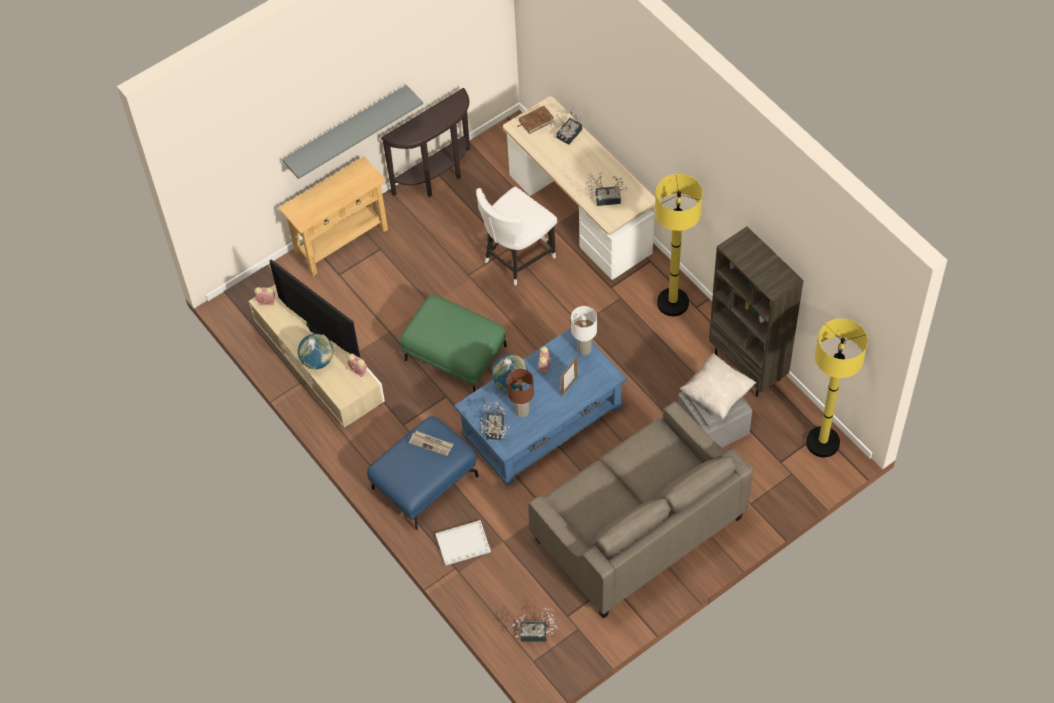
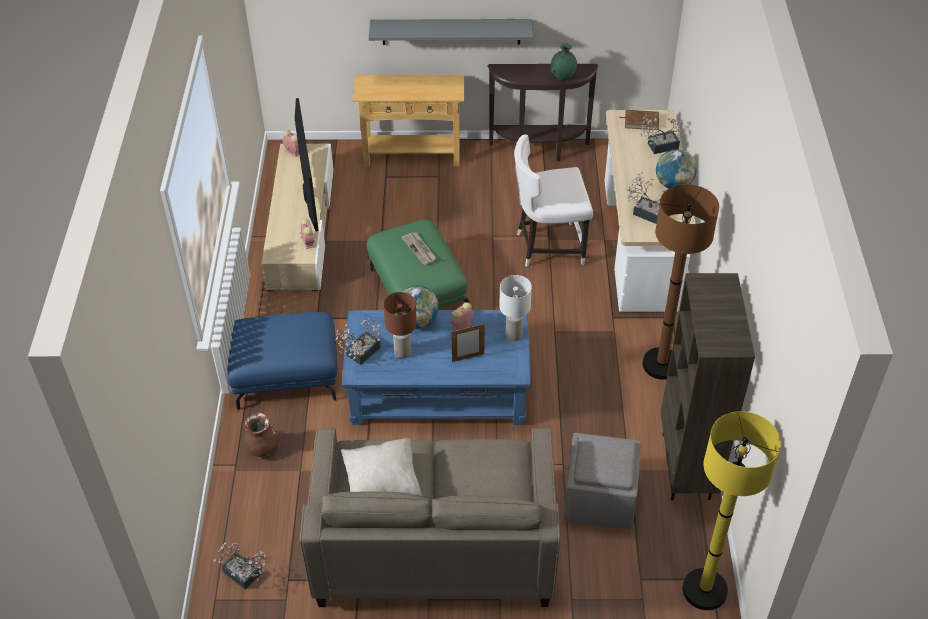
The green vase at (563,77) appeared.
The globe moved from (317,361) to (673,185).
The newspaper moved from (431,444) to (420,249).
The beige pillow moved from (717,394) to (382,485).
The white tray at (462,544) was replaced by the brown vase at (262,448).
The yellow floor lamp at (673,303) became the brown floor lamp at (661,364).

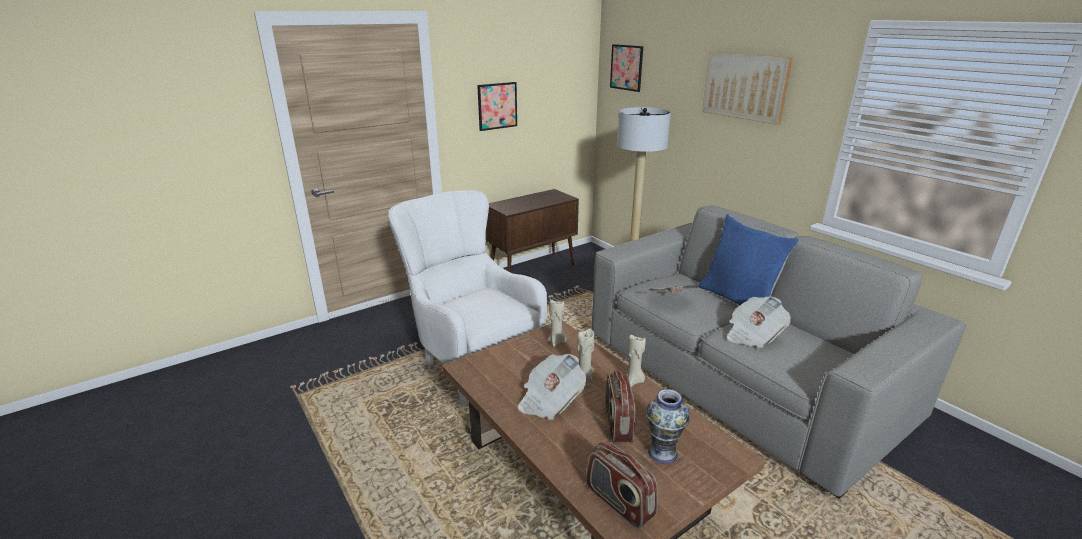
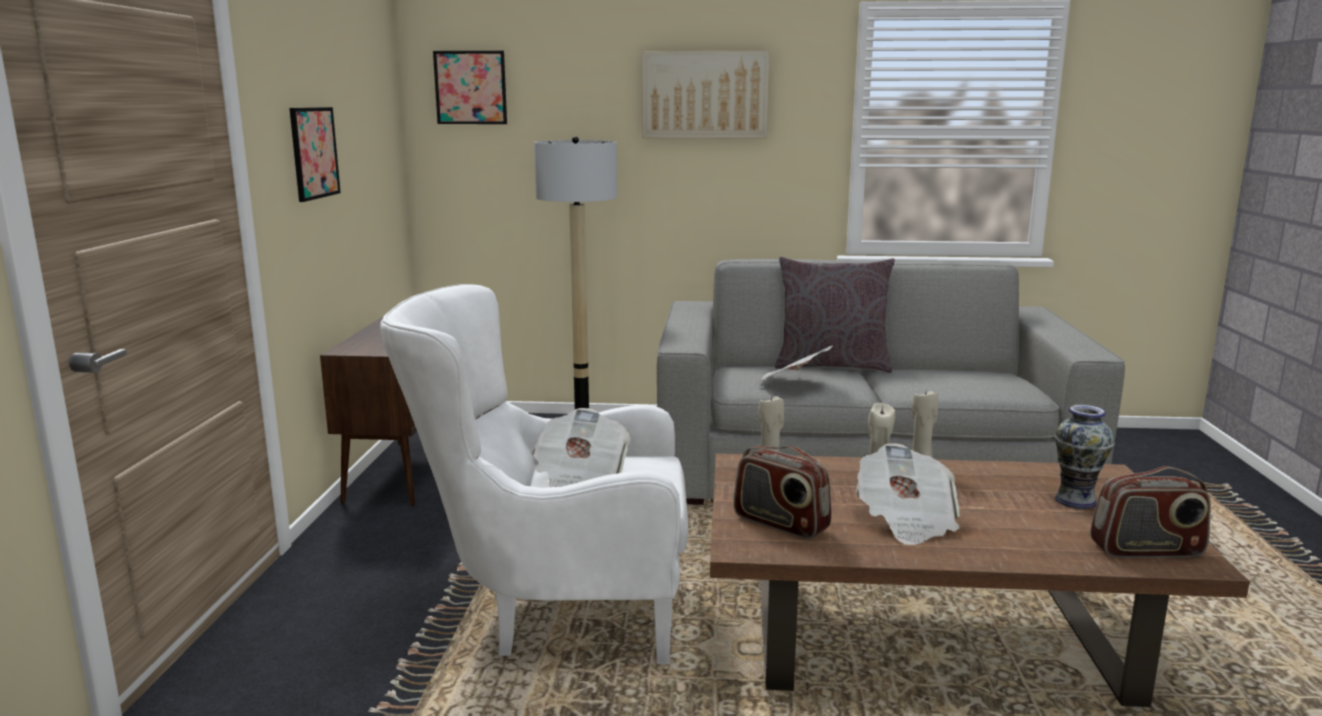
The radio moved from (617,423) to (780,523).
The newspaper moved from (753,335) to (580,479).
The blue pillow at (738,299) became the grey pillow at (832,365).

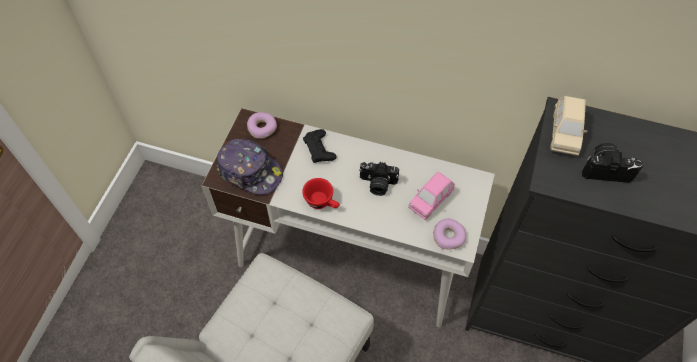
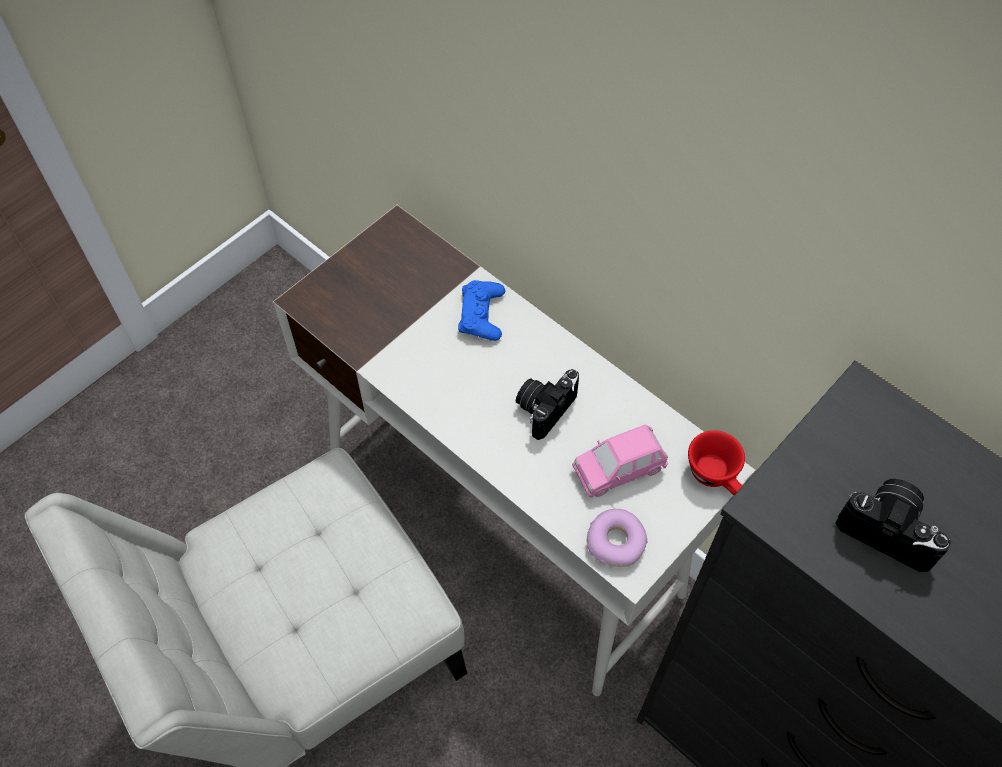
The cap at (250,171) disappeared.
The donut at (262,128) disappeared.
The beige toy car at (564,133) disappeared.
The red cup moved from (322,202) to (716,477).
The black game controller at (319,149) became the blue game controller at (482,314).
The photo camera at (377,184) turned 90 degrees clockwise.

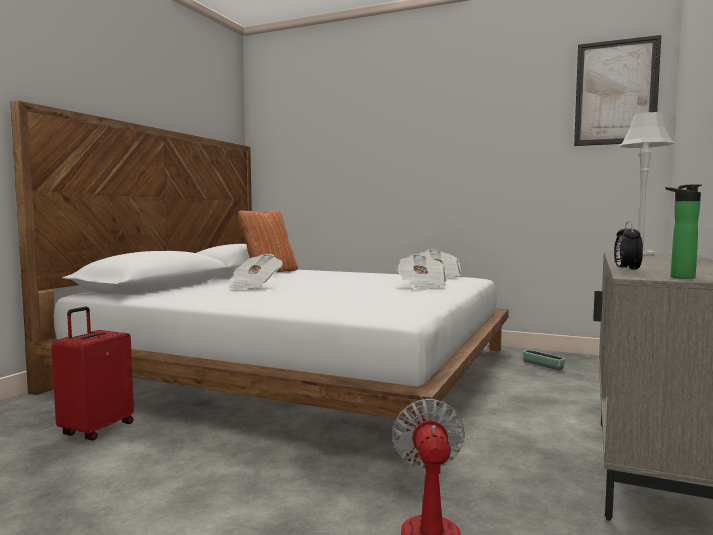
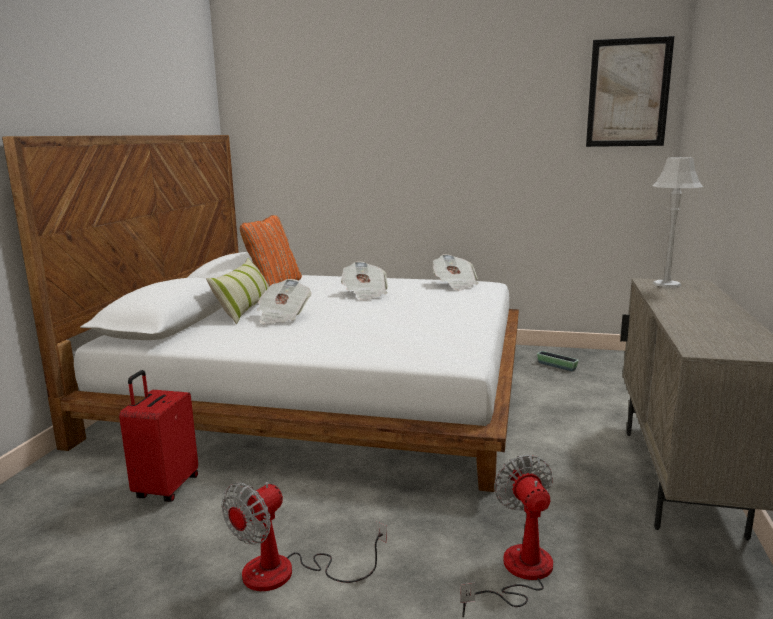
The alarm clock at (626,271) disappeared.
The bottle at (678,277) disappeared.
The pillow at (245,309) appeared.
The fan at (287,573) appeared.
The newspaper moved from (422,286) to (365,294).

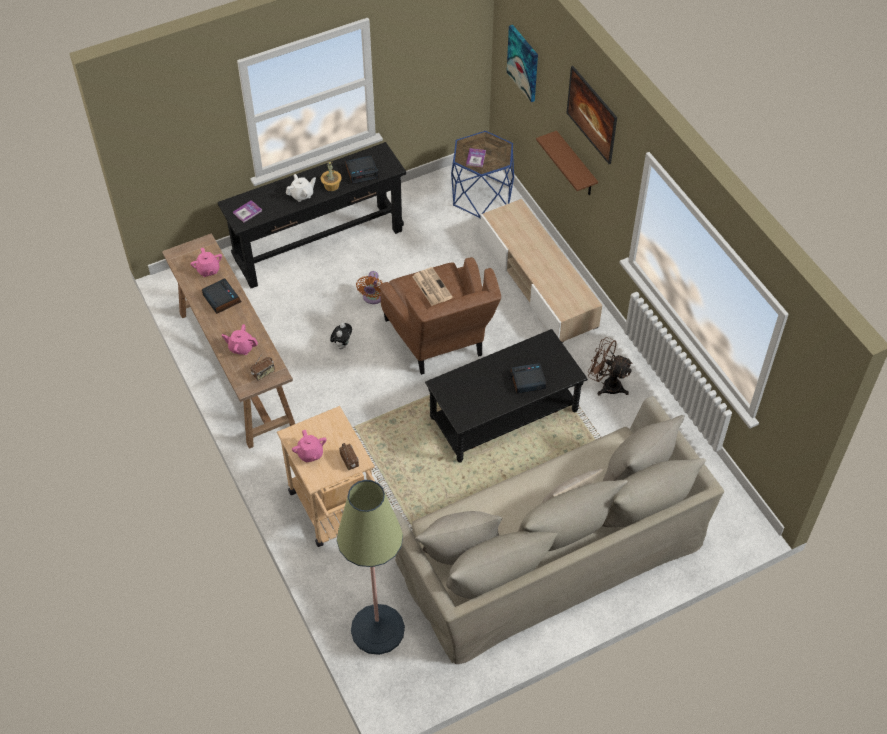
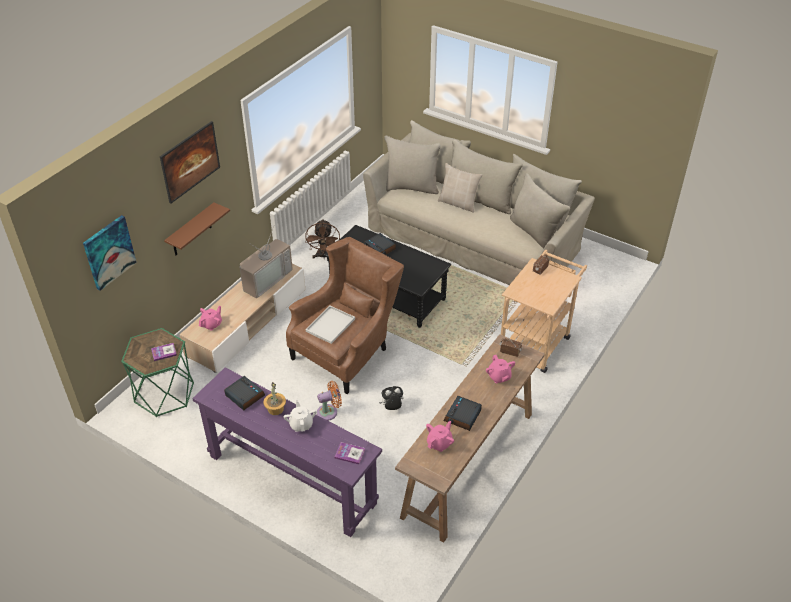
The floor lamp at (377,629) disappeared.
The television at (265,278) appeared.
The pink teapot moved from (310,454) to (212,324).
The newspaper at (431,286) was replaced by the white tray at (330,326).
The black console table at (319,245) became the purple console table at (292,479).
The blue side table at (481,196) became the green side table at (164,393).
The white teapot at (302,195) turned 45 degrees clockwise.

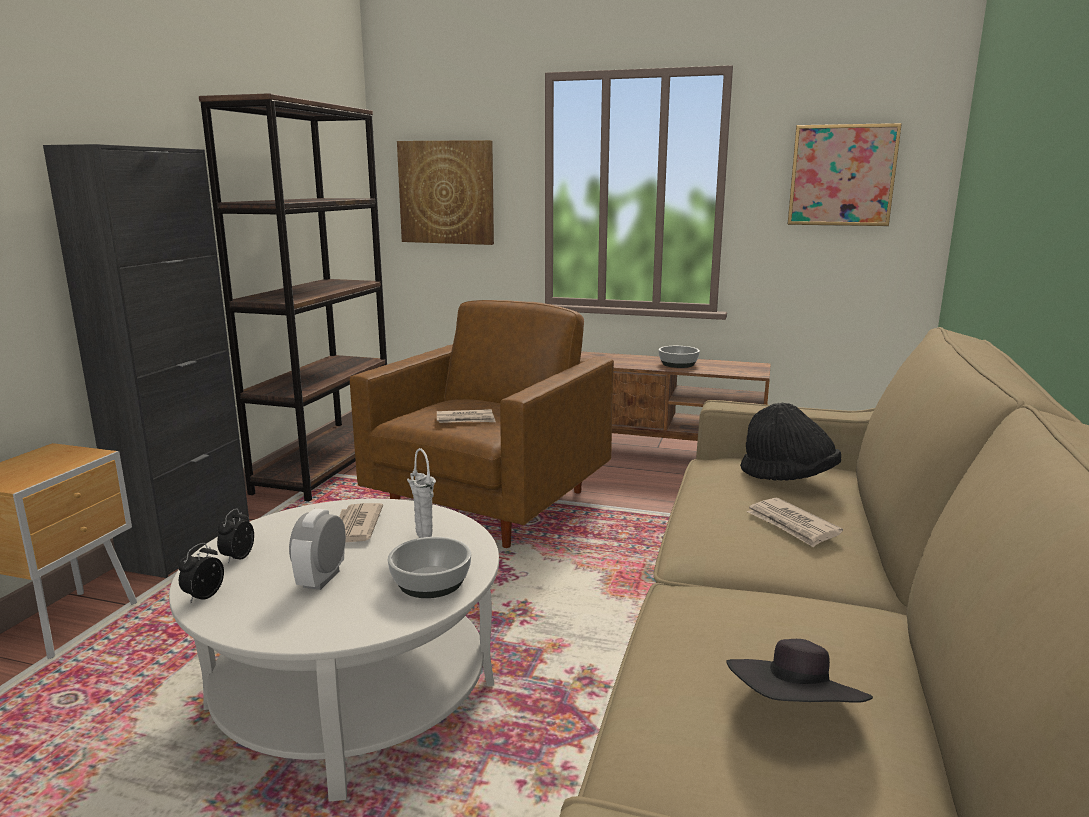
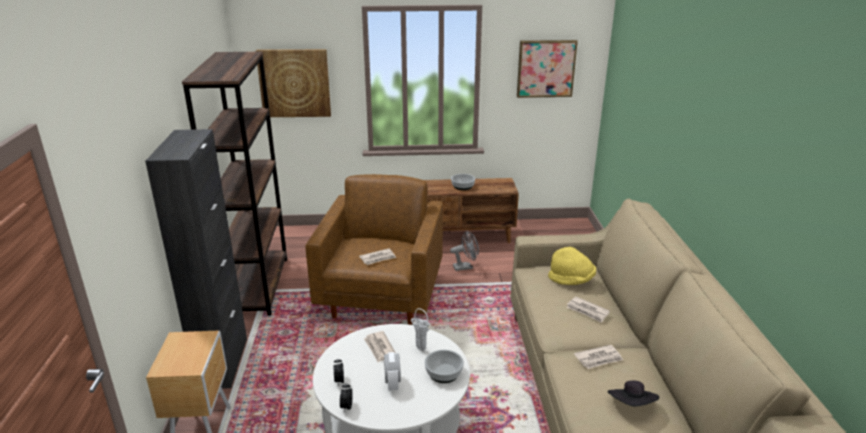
The grey fan at (465,267) appeared.
The newspaper at (599,359) appeared.
The black hat at (788,479) became the yellow hat at (571,280).

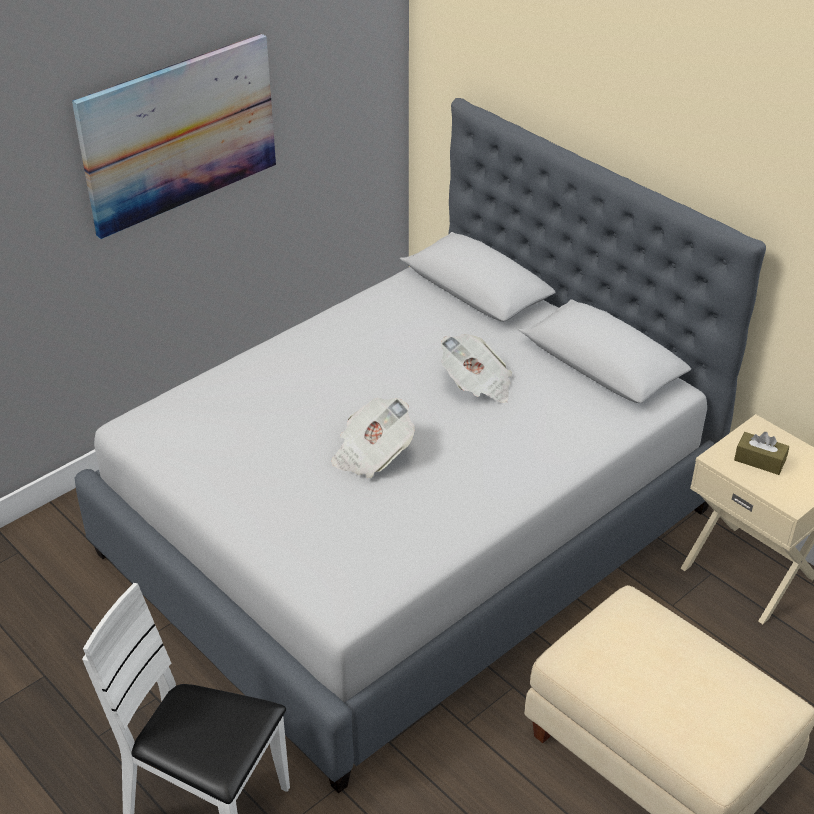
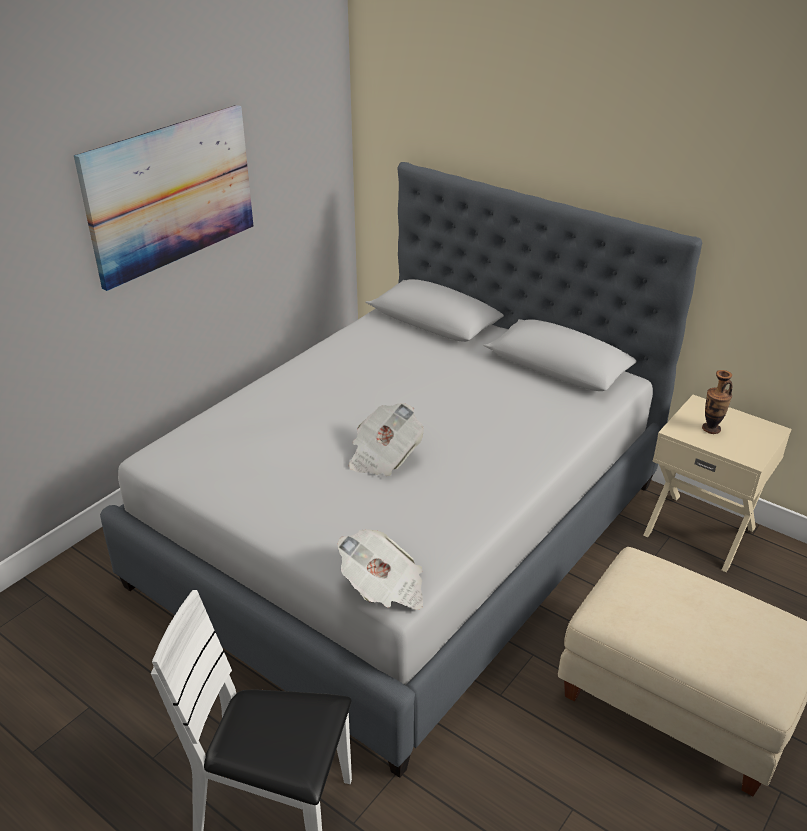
The newspaper moved from (477,385) to (384,588).
The brown tissue box at (759,460) was replaced by the vase at (711,429).

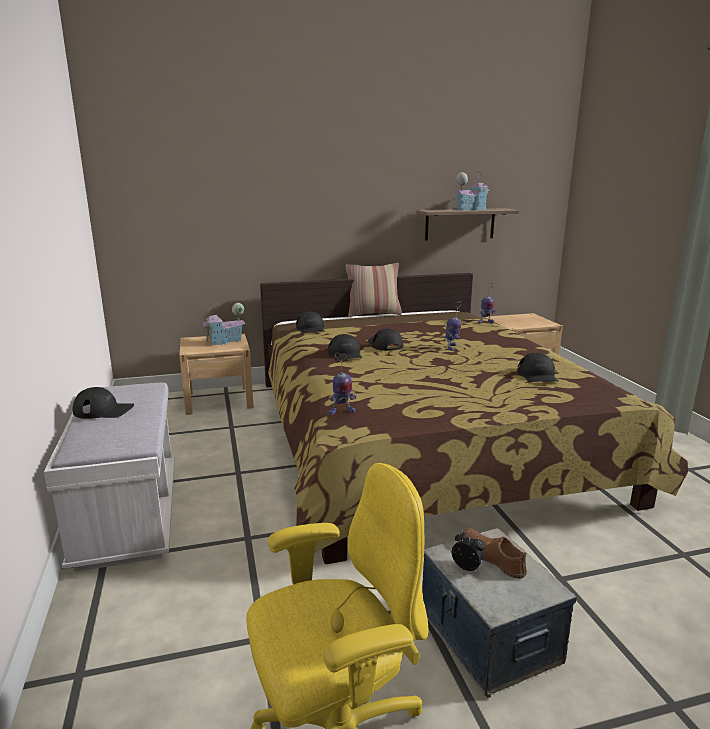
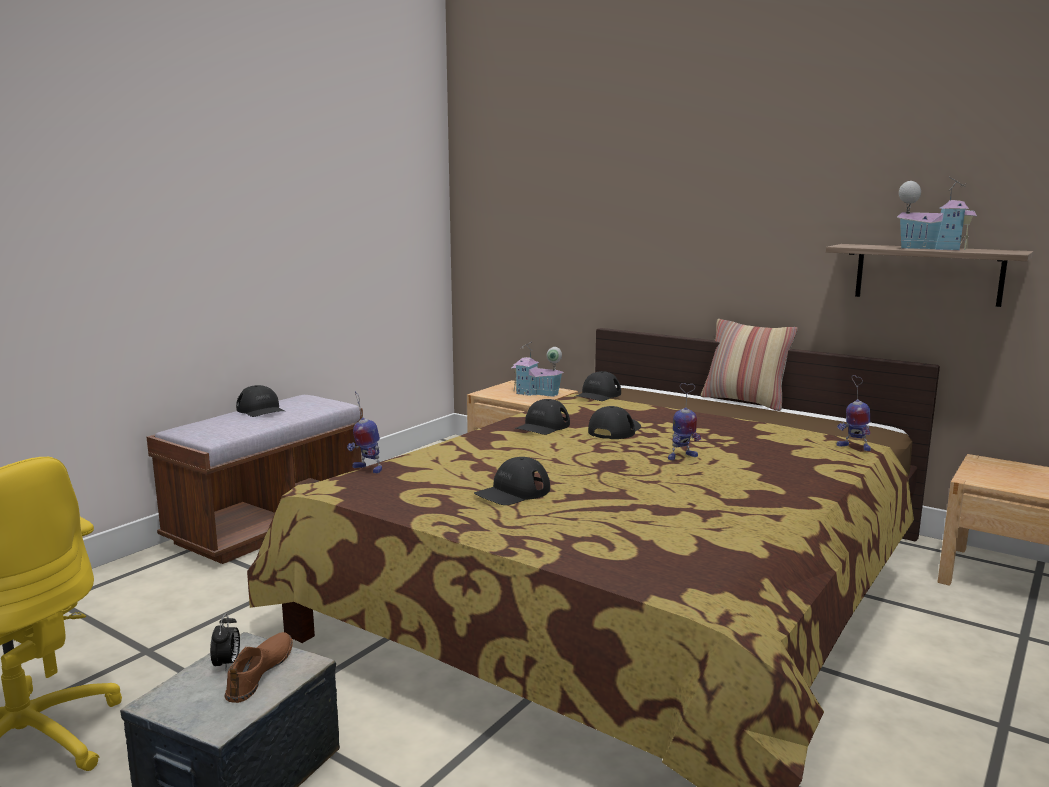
The black cap moved from (537,375) to (512,492).
The white bench at (129,515) became the brown bench at (269,525).

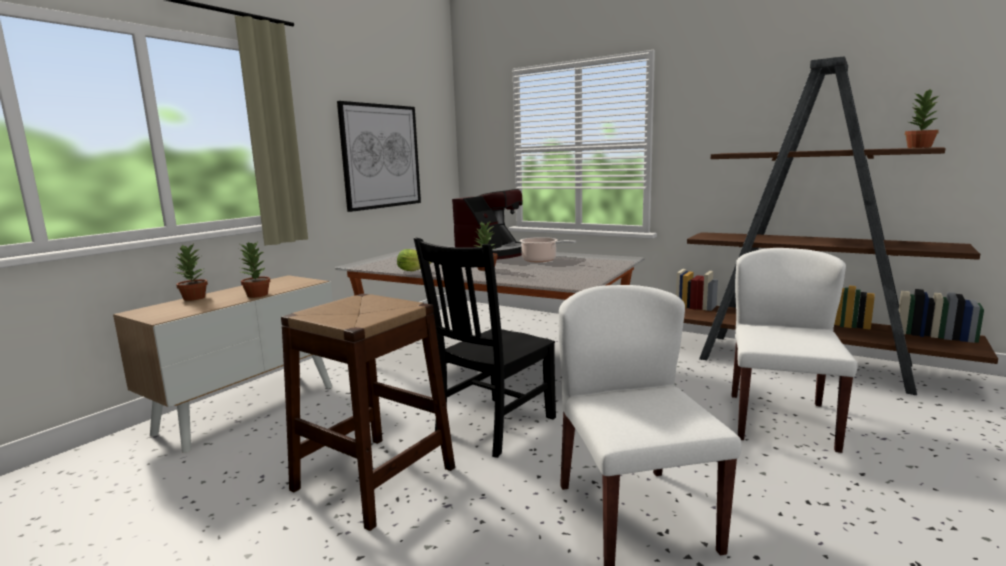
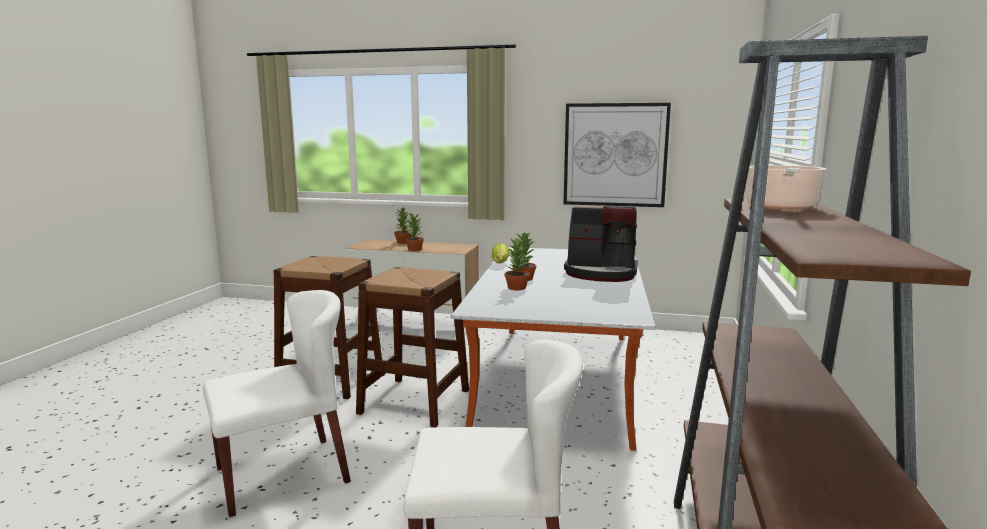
The cooking pot moved from (541,260) to (781,207).
The potted plant moved from (918,147) to (516,288).
The black chair at (493,427) was replaced by the brown stool at (414,401).

